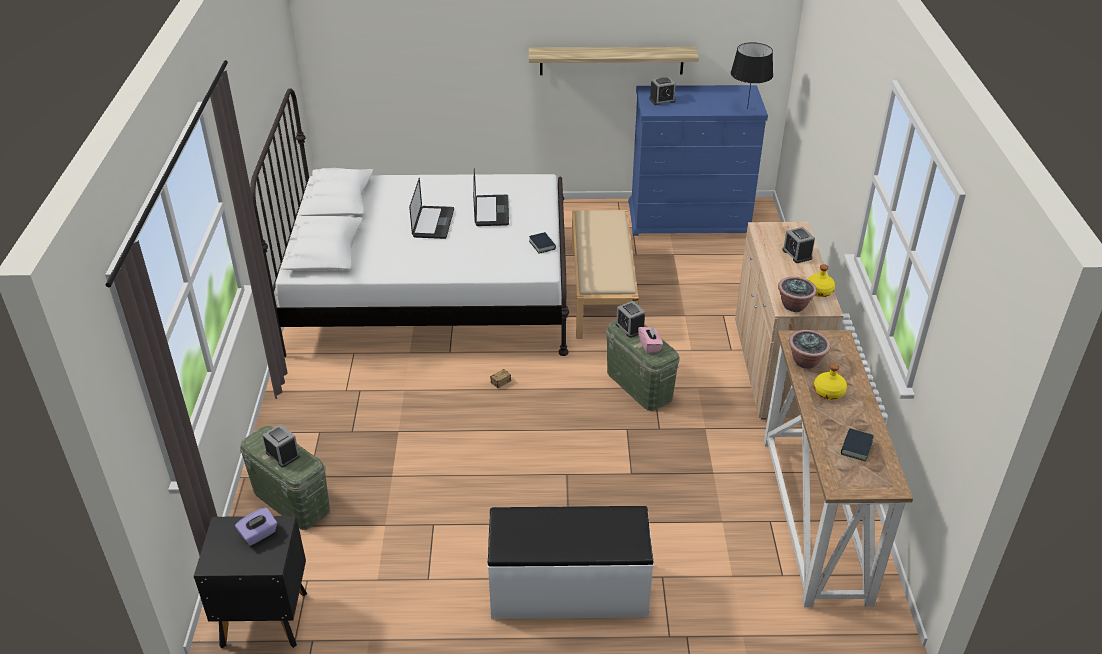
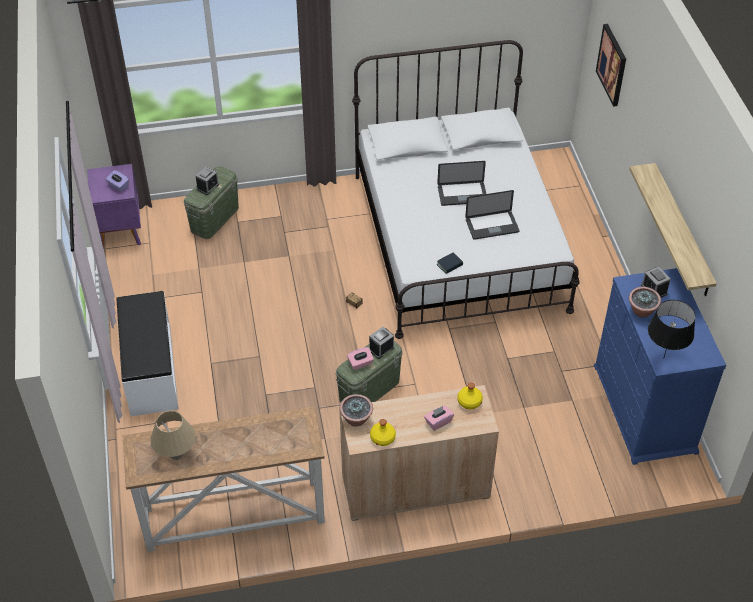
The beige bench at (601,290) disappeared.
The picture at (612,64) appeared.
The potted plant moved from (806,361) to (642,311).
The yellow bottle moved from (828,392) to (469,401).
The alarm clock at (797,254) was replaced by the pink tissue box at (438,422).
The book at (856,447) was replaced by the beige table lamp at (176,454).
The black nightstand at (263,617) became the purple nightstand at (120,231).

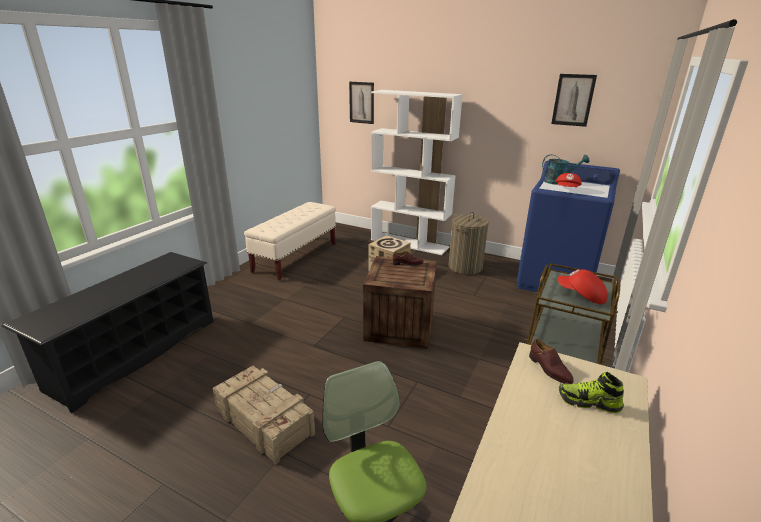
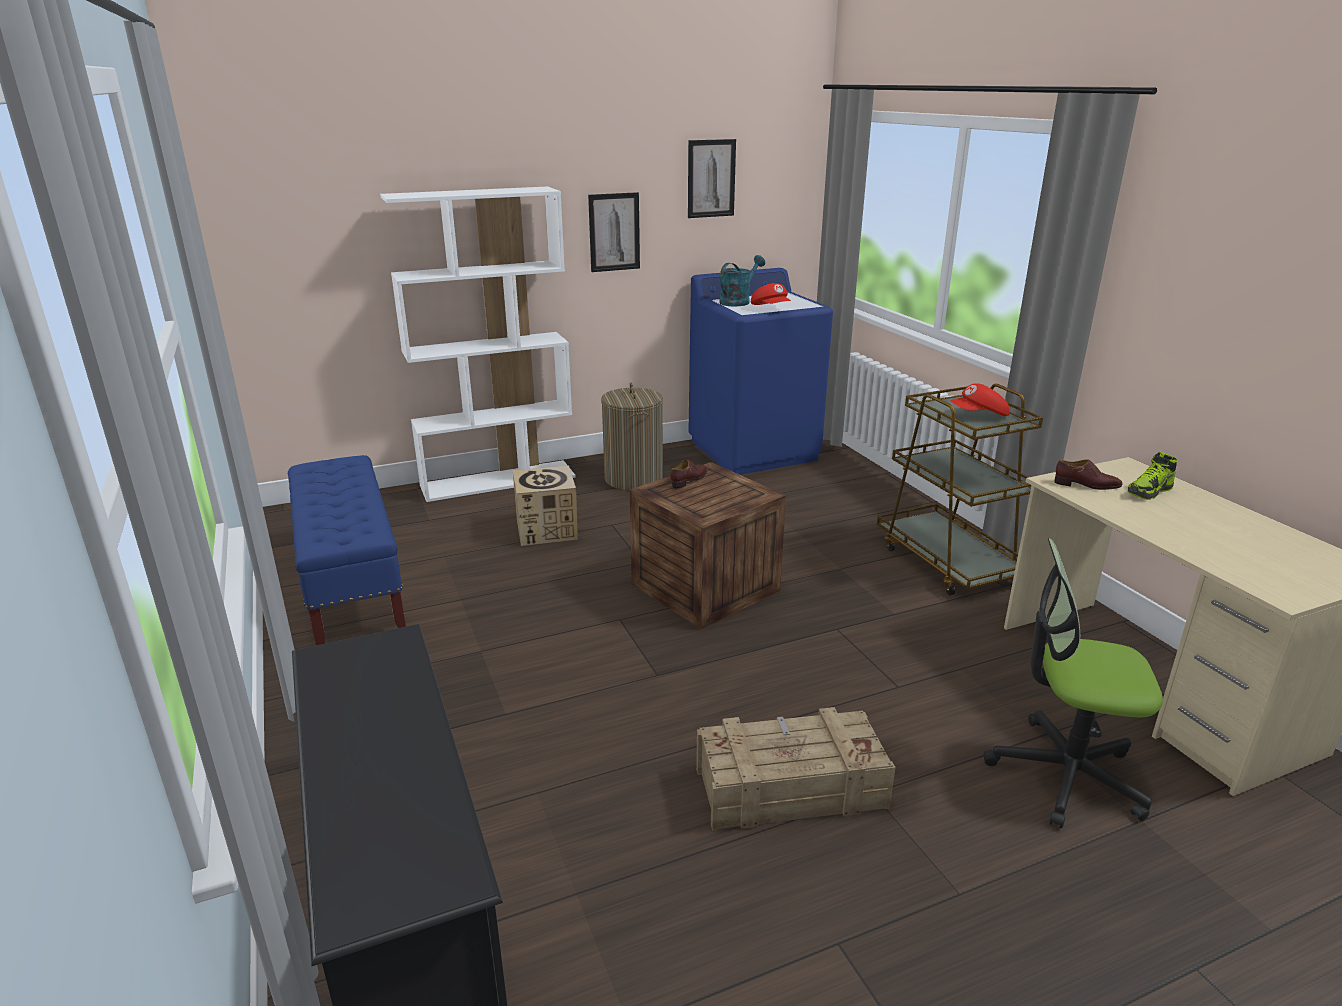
The picture moved from (361,102) to (614,232).
The beige bench at (296,257) became the blue bench at (352,586).

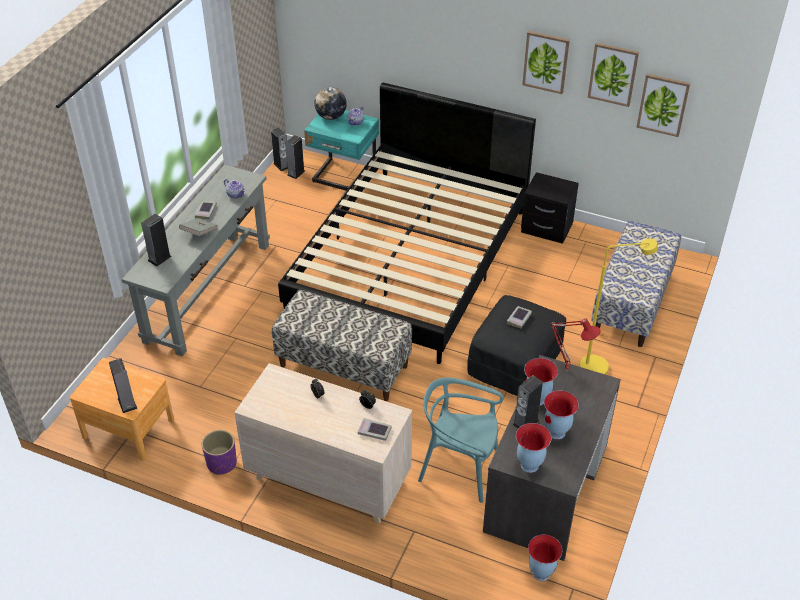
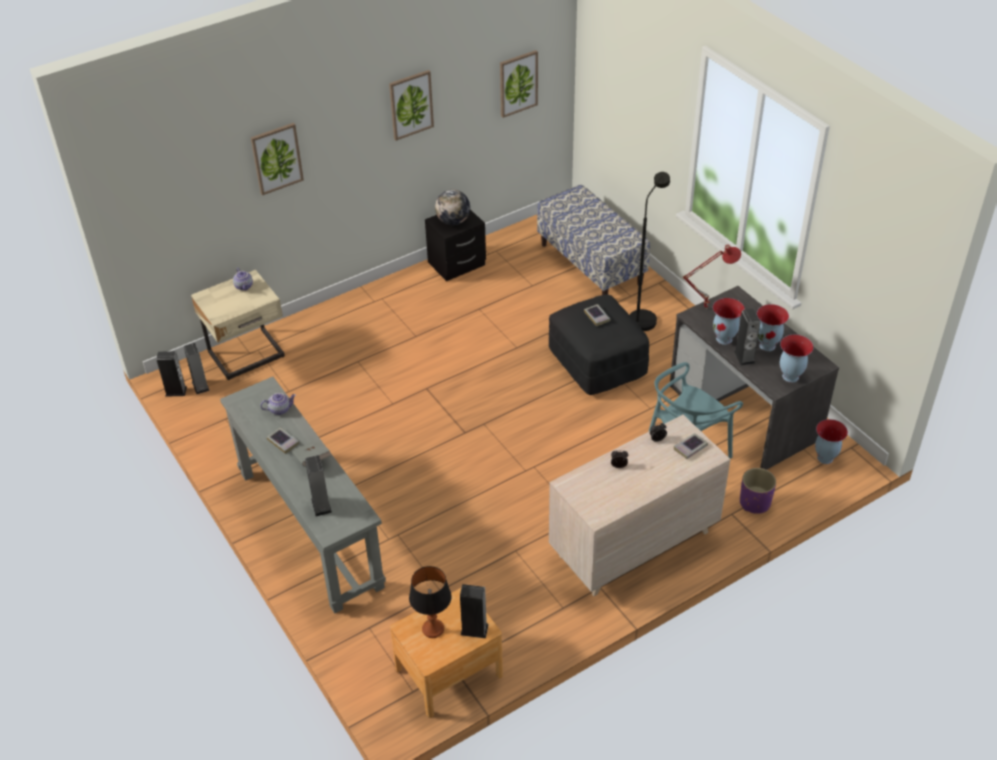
The bench at (344,365) disappeared.
The black bed at (410,260) disappeared.
The table lamp at (433,629) appeared.
The purple planter moved from (221,463) to (754,503).
The globe moved from (331,117) to (453,221).
The picture moved from (613,74) to (276,158).
The turquoise nightstand at (344,178) became the beige nightstand at (248,356).
The yellow floor lamp at (601,366) became the black floor lamp at (644,316).

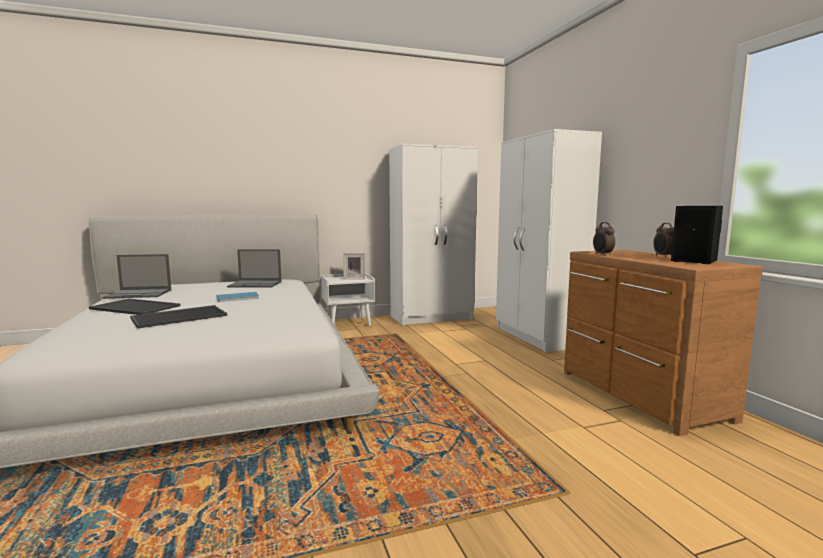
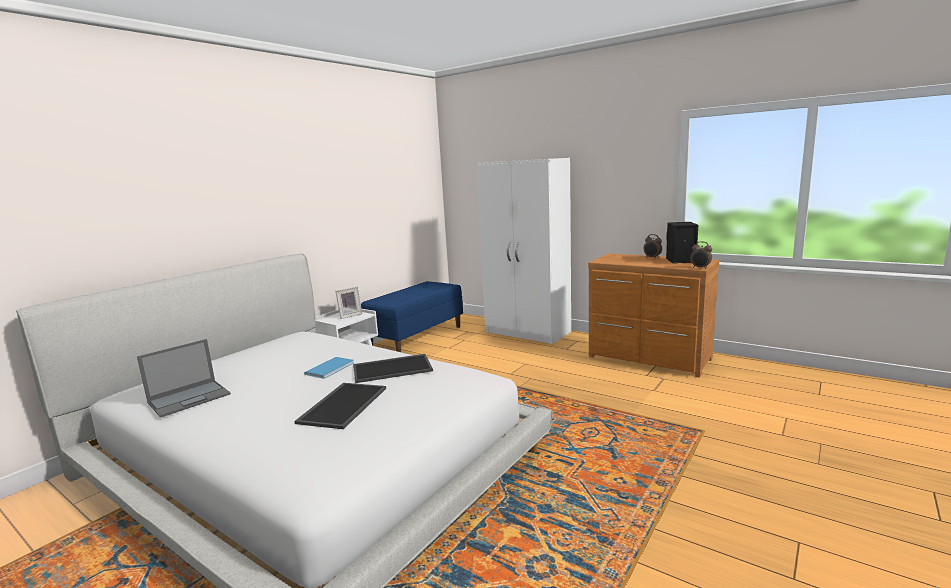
The laptop at (256,284) disappeared.
The tray moved from (137,307) to (393,368).
The alarm clock moved from (602,254) to (700,268).
The white wardrobe at (432,317) was replaced by the blue bench at (416,337).

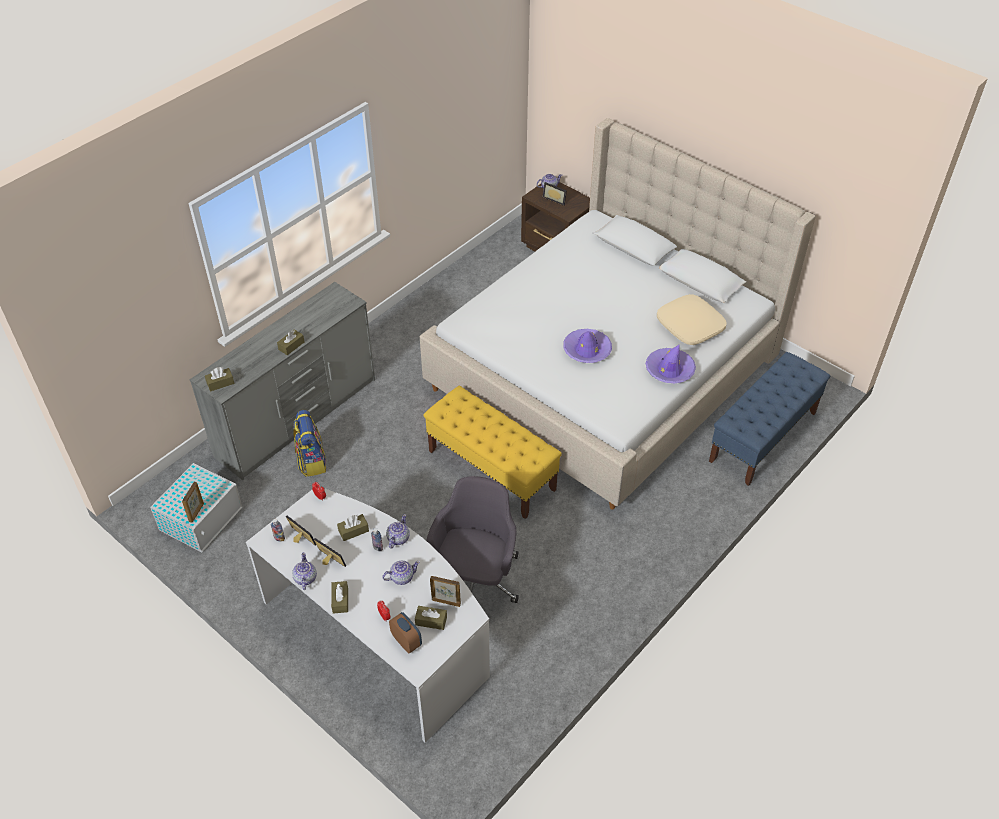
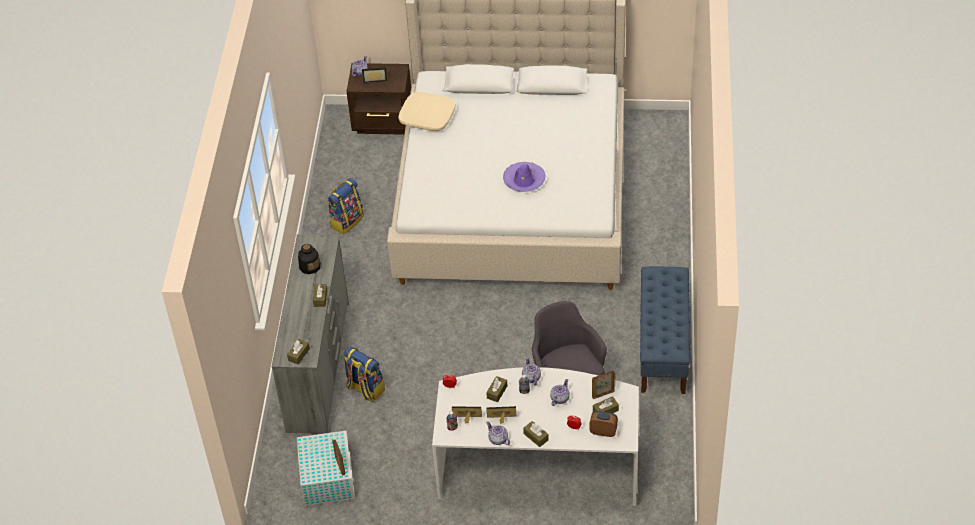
The yellow bench at (492,470) disappeared.
The purple hat at (669,370) disappeared.
The bottle at (310,266) appeared.
The backpack at (346,221) appeared.
The beige pillow moved from (690,326) to (427,117).
The blue bench moved from (763,437) to (663,347).

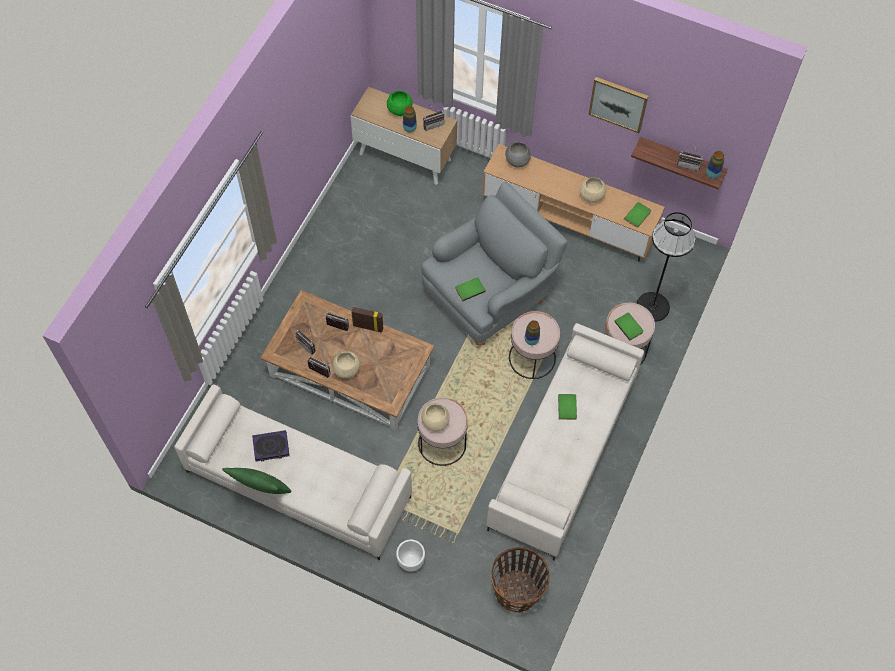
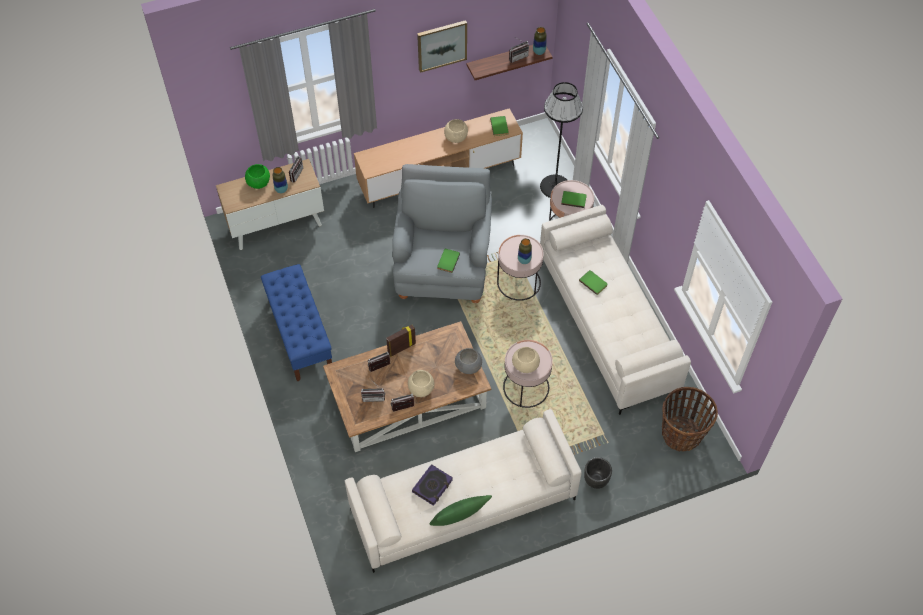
The blue bench at (300,334) appeared.
The grey bowl moved from (517,161) to (468,367).
The white planter at (410,561) became the black planter at (596,481).

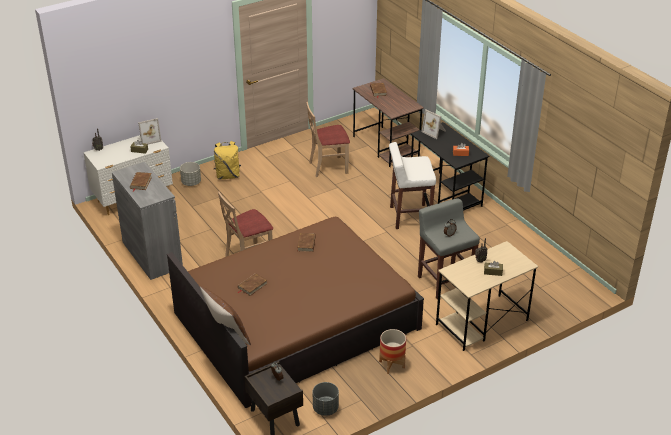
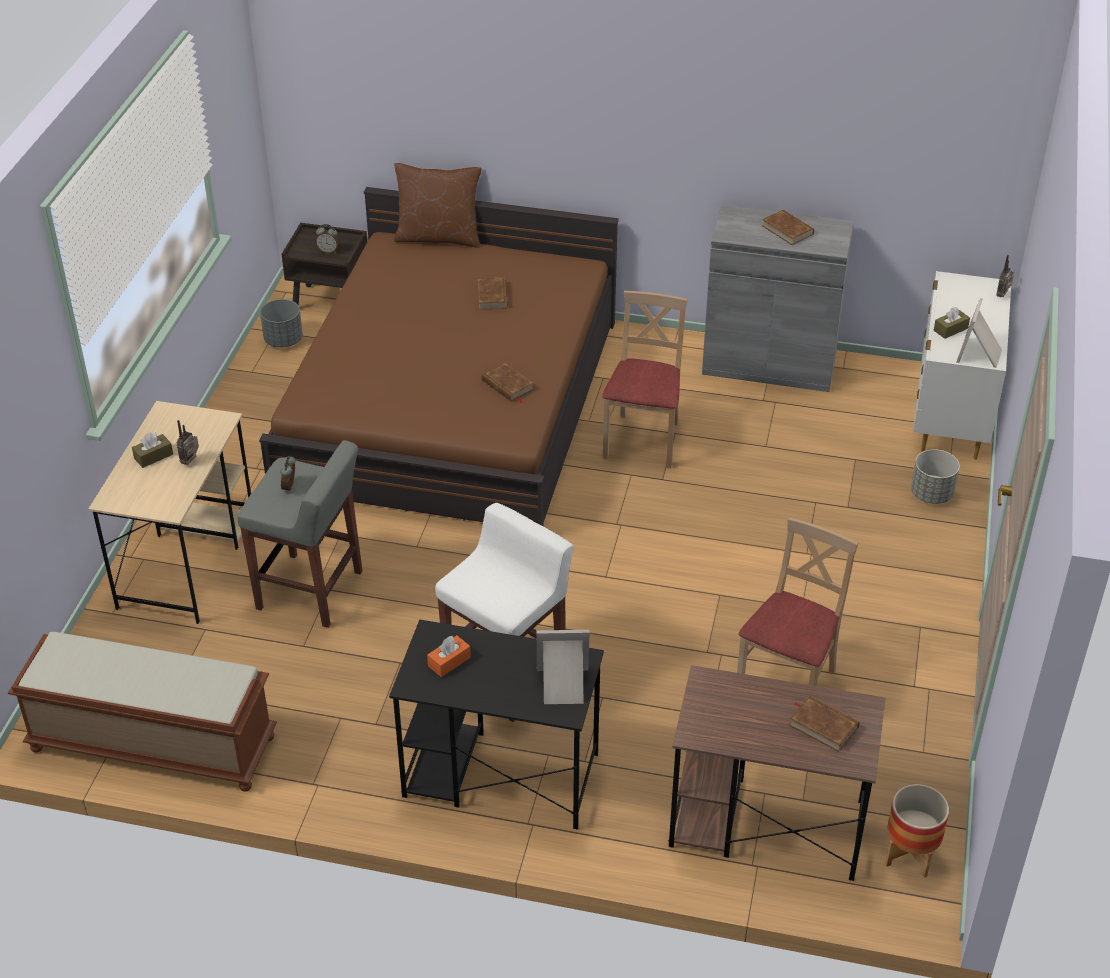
The yellow backpack at (228,175) disappeared.
The brown bench at (151,744) appeared.
The planter moved from (392,364) to (909,856).

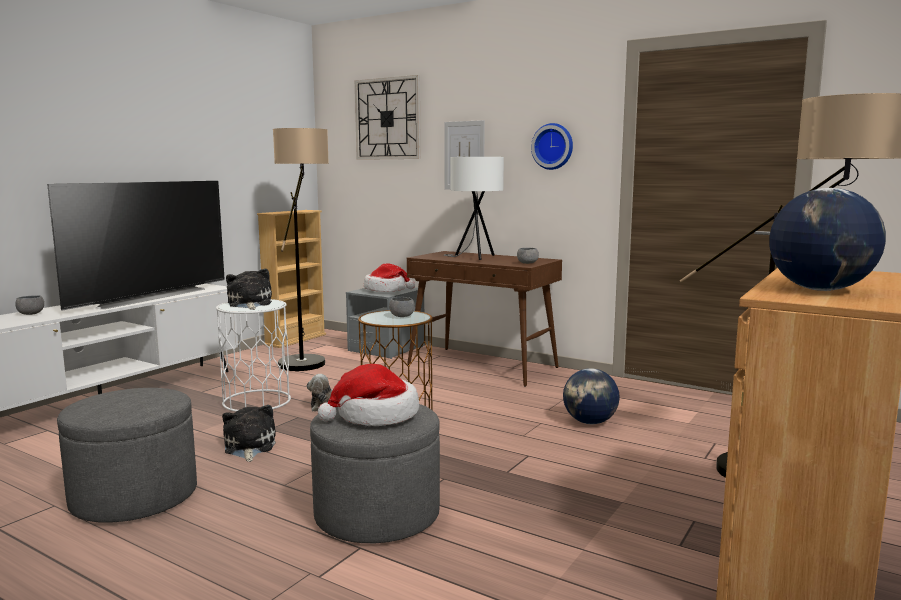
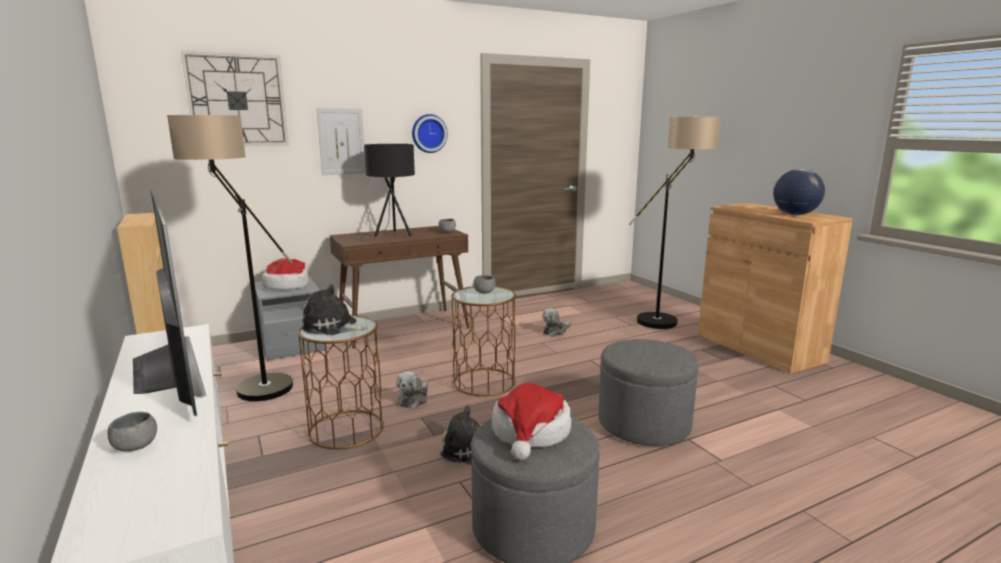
The hat moved from (375,416) to (531,432).
The globe at (590,422) was replaced by the plush toy at (555,331).
The white side table at (257,401) became the brown side table at (346,429).
The white table lamp at (474,257) became the black table lamp at (391,235).

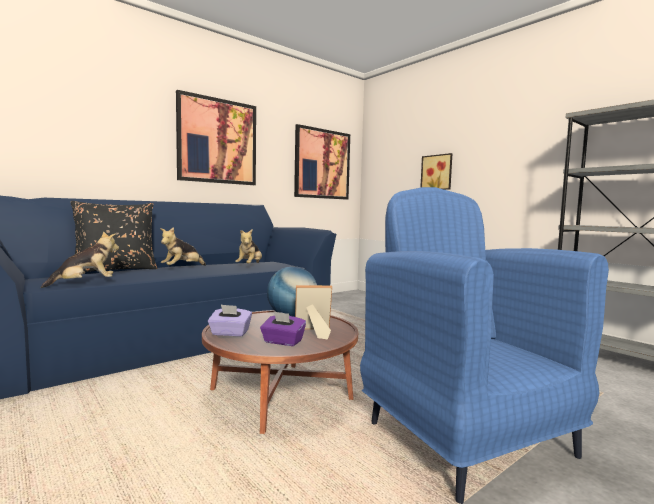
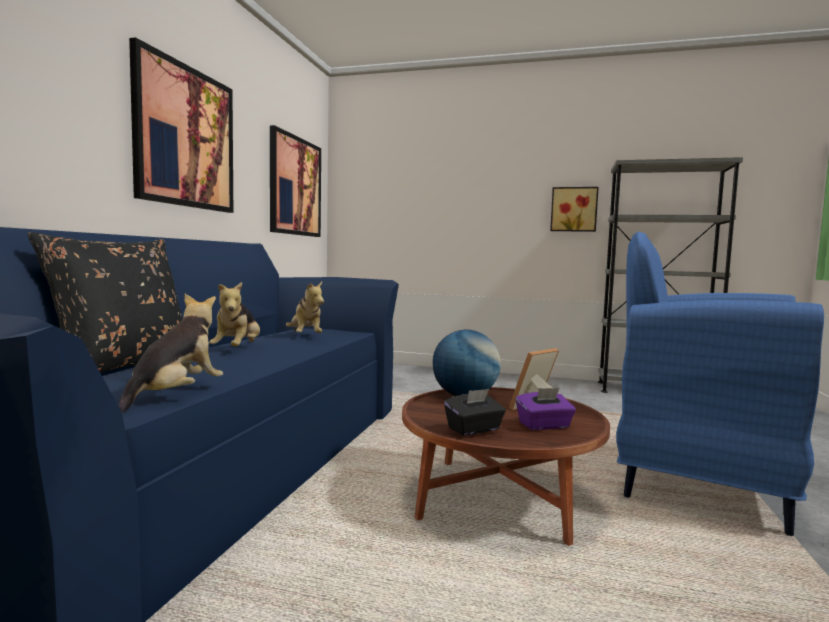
The picture moved from (437,172) to (573,209).
The purple tissue box at (230,333) became the black tissue box at (474,429).

